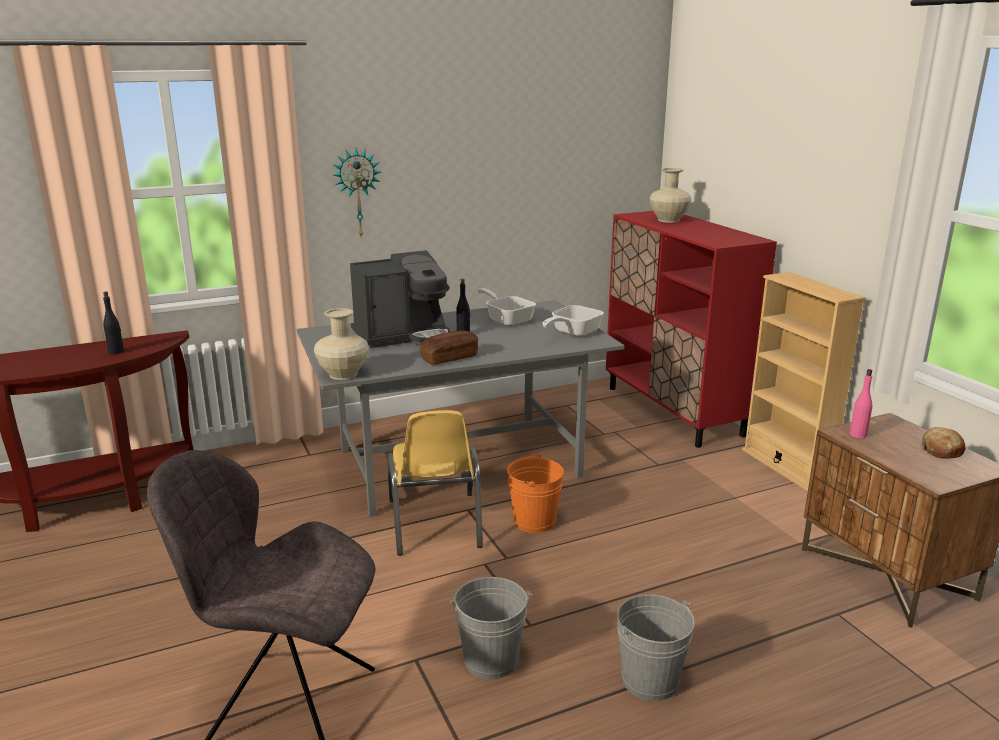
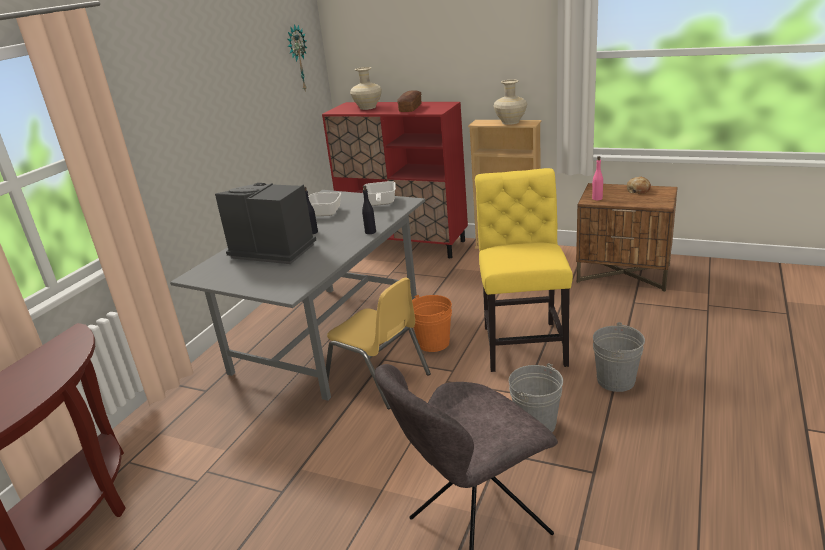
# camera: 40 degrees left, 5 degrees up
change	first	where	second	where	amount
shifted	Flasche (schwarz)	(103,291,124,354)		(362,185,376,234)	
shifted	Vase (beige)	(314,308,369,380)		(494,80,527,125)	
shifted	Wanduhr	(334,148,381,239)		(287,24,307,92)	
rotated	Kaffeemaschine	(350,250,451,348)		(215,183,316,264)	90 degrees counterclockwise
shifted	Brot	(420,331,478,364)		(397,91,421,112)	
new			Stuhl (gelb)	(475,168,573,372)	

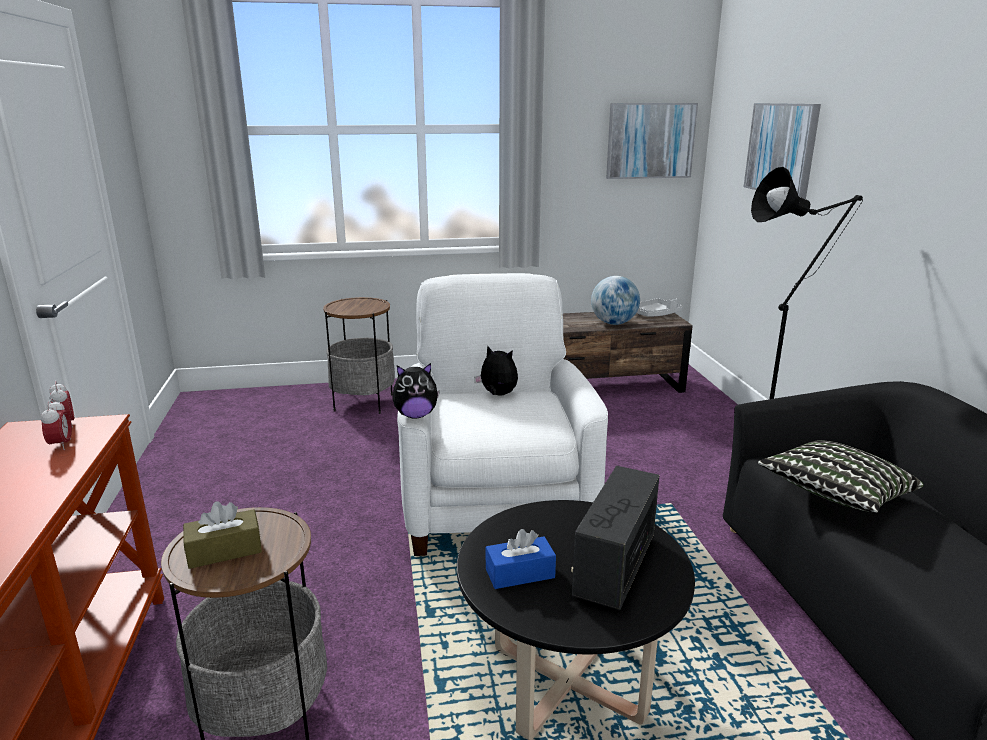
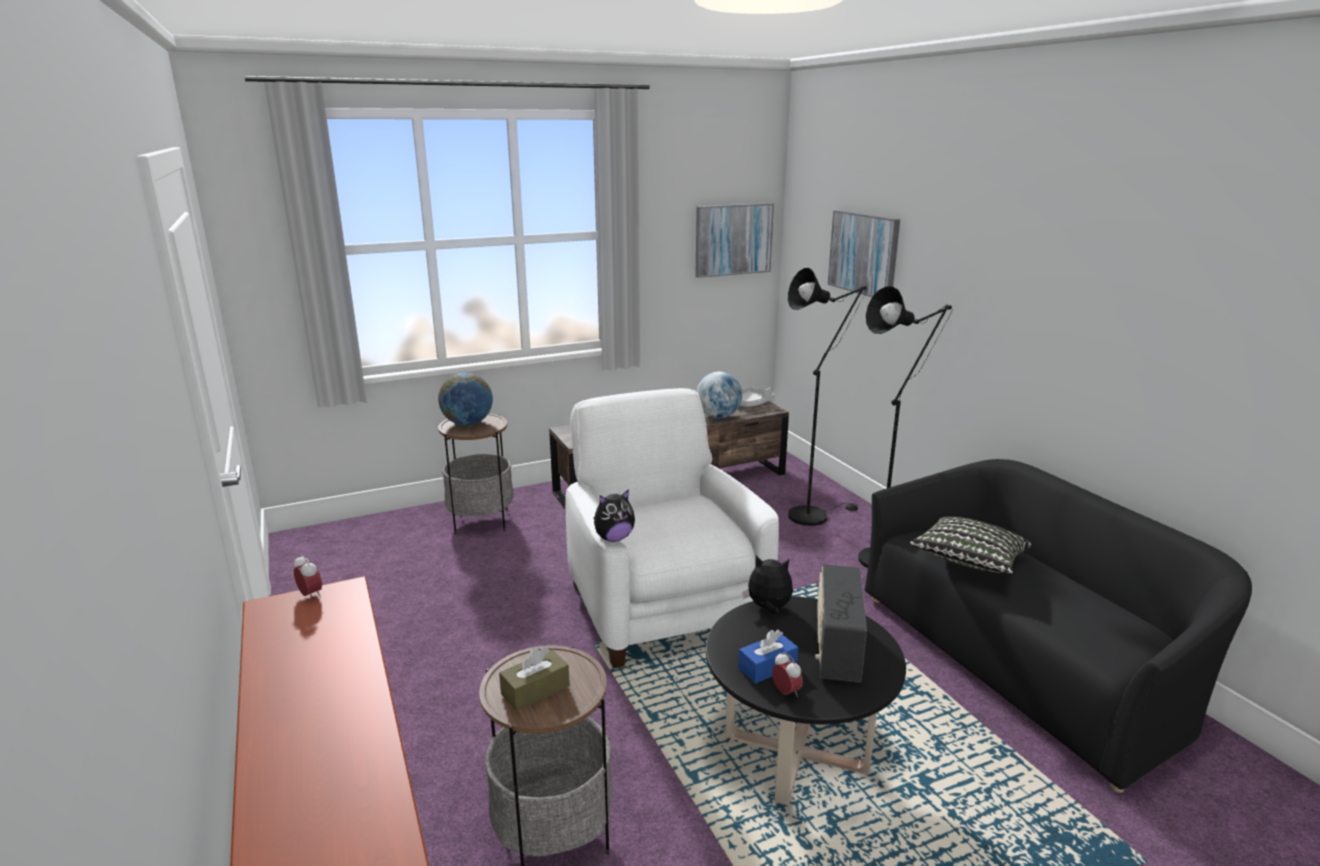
# camera: 15 degrees left, 0 degrees up
change	first	where	second	where	amount
shifted	Wecker	(41,399,72,450)		(772,652,803,698)	
shifted	Plüschtier	(474,345,518,395)		(742,555,793,614)	
new			Globus	(438,373,493,426)	
new			Stehlampe (schwarz)	(788,268,867,526)	

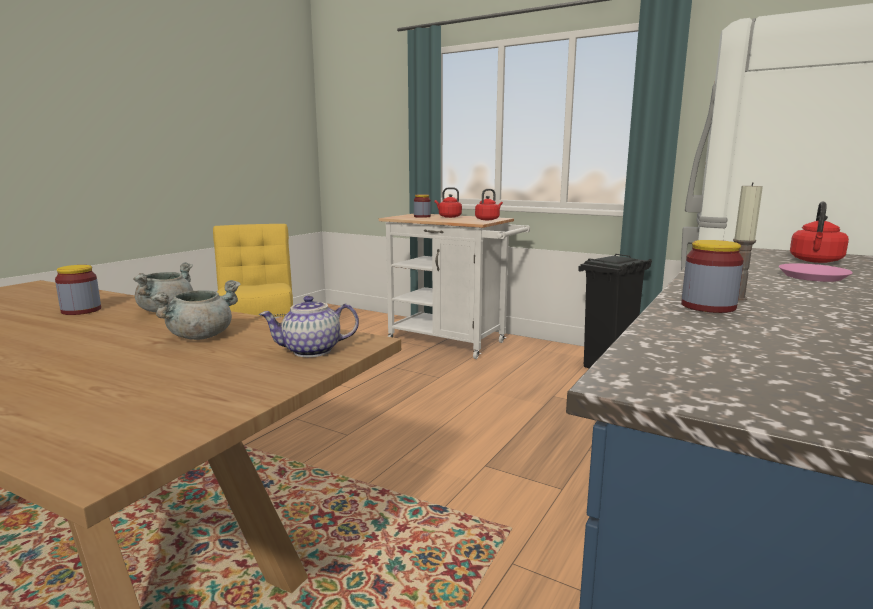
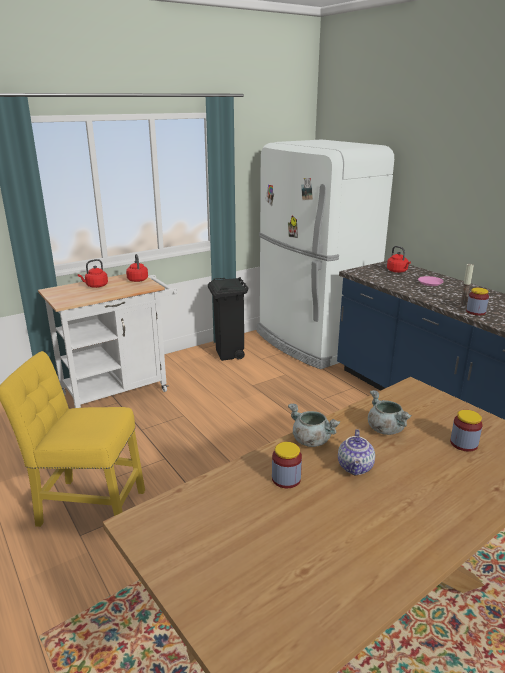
# camera: 65 degrees left, 10 degrees up
change	first	where	second	where	amount
shifted	Teekanne	(259,296,359,357)		(338,429,375,475)	
shifted	Vorratsglas	(414,194,431,218)		(450,410,483,452)	

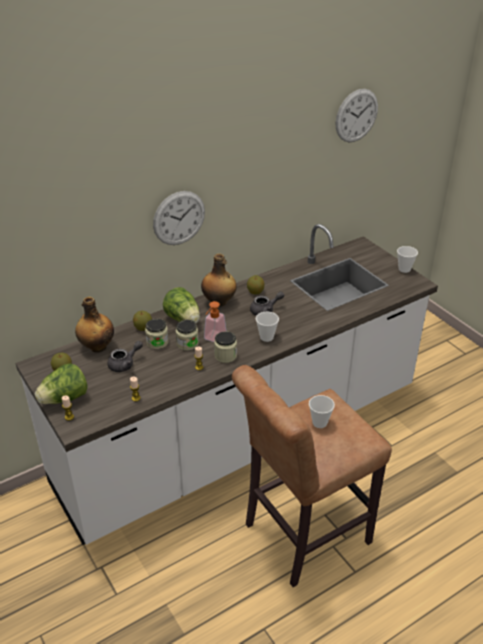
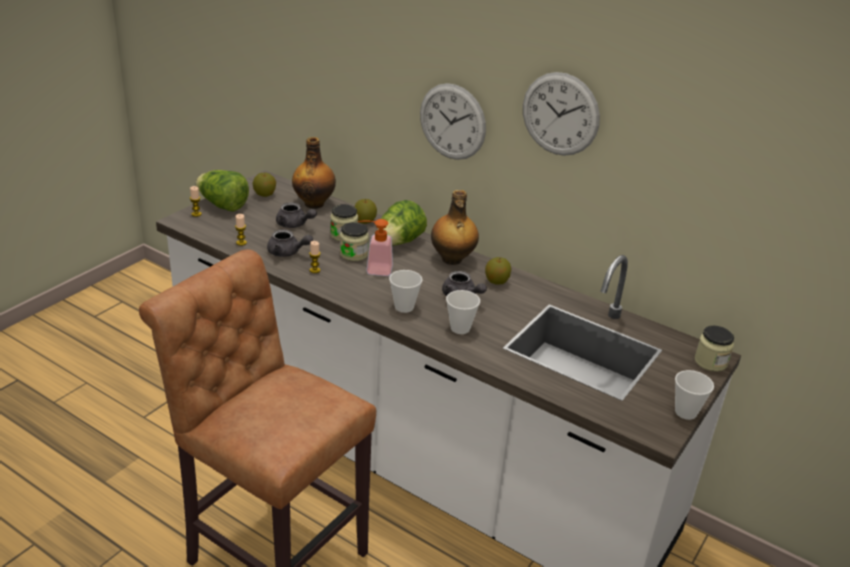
# camera: 65 degrees right, 5 degrees down
change	first	where	second	where	amount
shifted	Vorratsglas	(214,331,237,363)		(694,326,734,372)	
shifted	Tasse	(309,395,335,428)		(446,290,480,334)	
shifted	Wanduhr	(336,89,378,142)		(523,72,600,156)	
new			Teekanne (grau)	(267,229,313,257)	

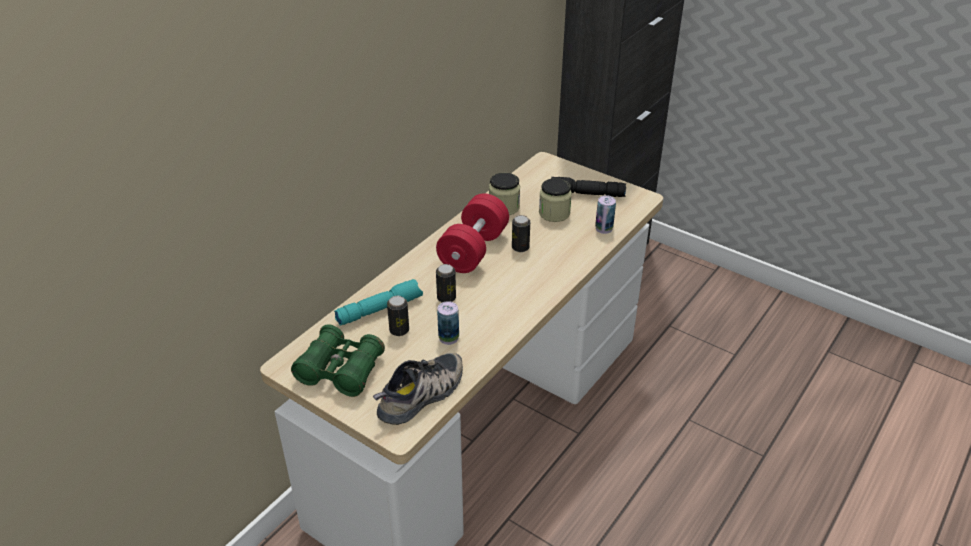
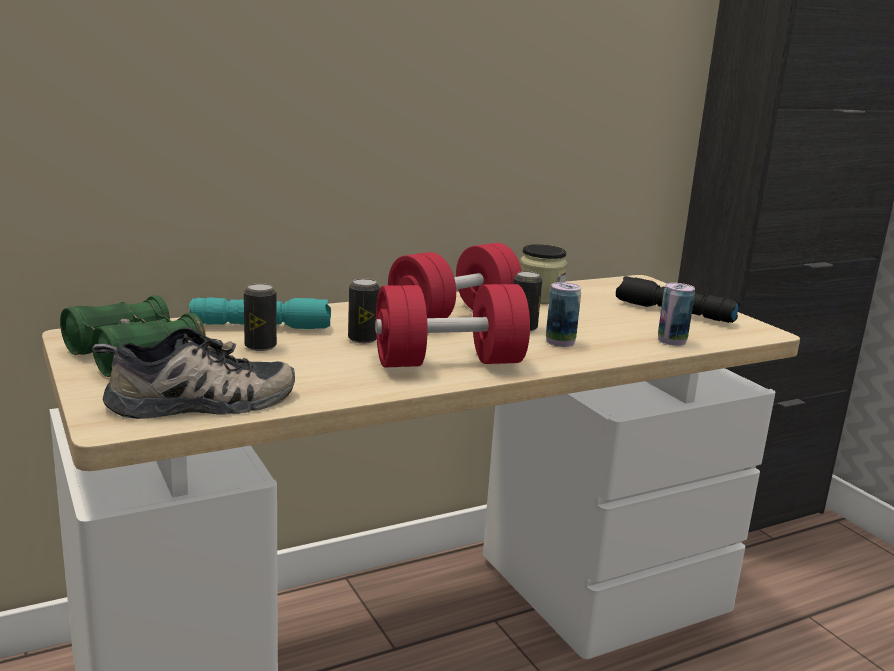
# camera: 25 degrees right, 20 degrees down
change	first	where	second	where	amount
shifted	Dose	(437,301,459,345)		(546,282,581,347)	
gone	Vorratsglas	(539,178,572,222)			
new			Hantel (rot)	(375,284,530,368)	

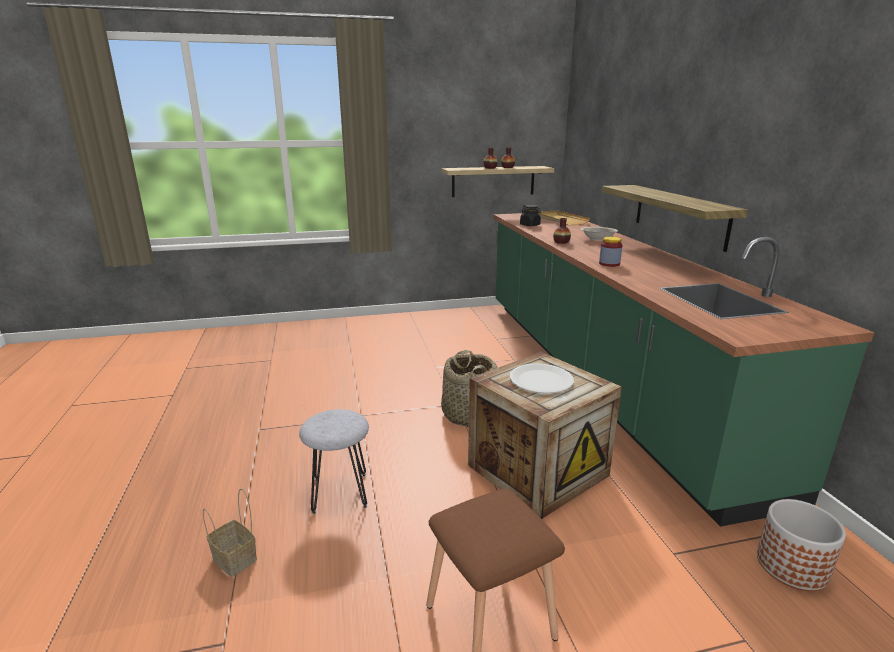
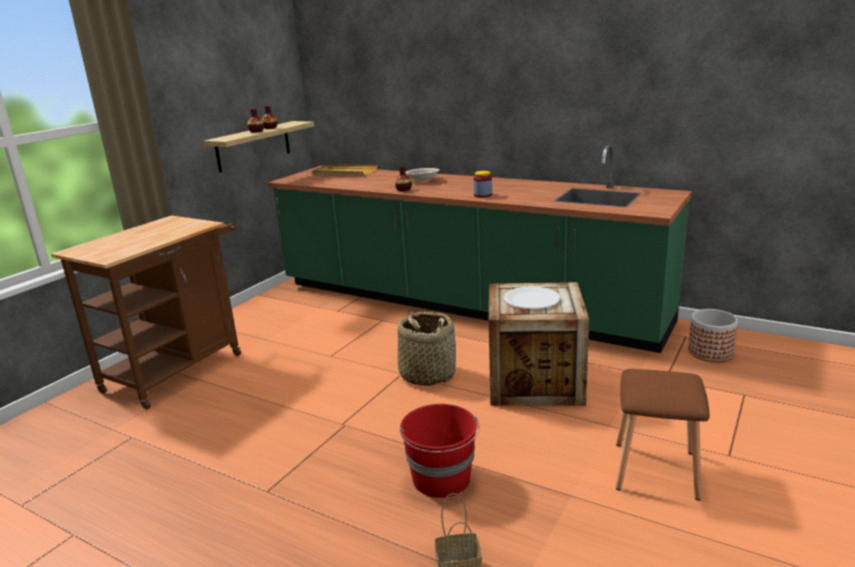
# camera: 45 degrees left, 0 degrees up
change	first	where	second	where	amount
swapped	Hocker (grau)	(299,409,369,514)	Eimer (rot)	(399,404,479,498)	
gone	Vorratsglas (schwarz)	(520,205,541,226)			
gone	Wandregal	(602,185,748,252)			
new			Rollwagen (braun)	(51,215,241,410)	

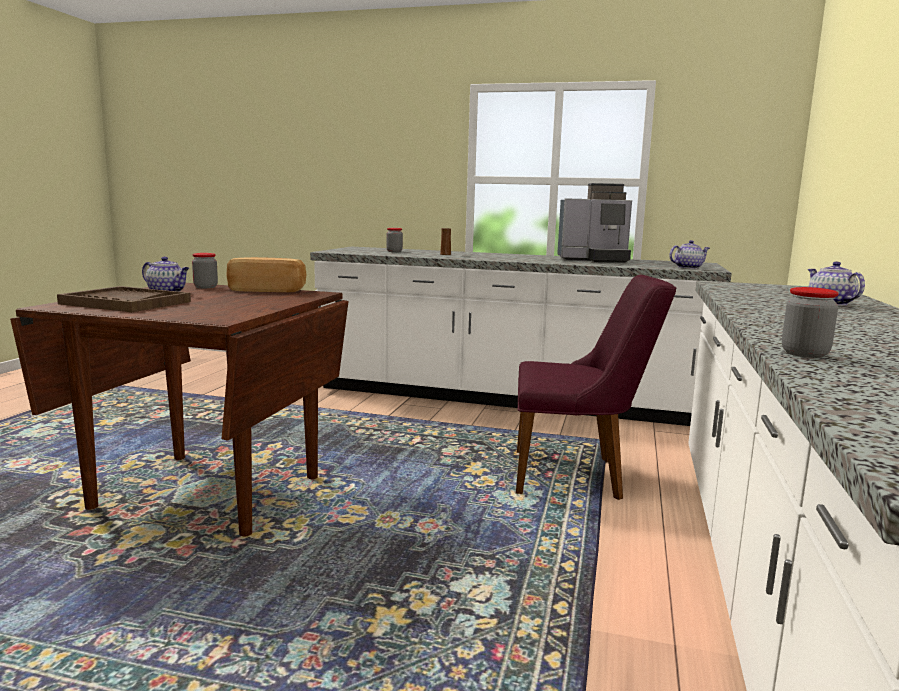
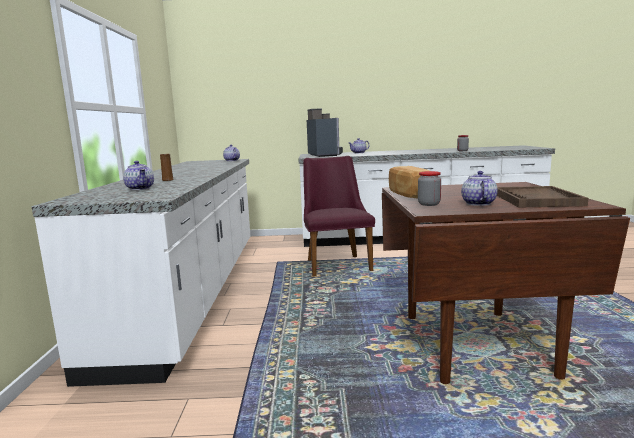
# camera: 105 degrees left, 0 degrees up
change	first	where	second	where	amount
swapped	Vorratsglas	(386,228,403,252)	Teekanne	(123,161,154,190)	
shifted	Kaffeemaschine	(557,183,632,263)		(307,108,343,157)	

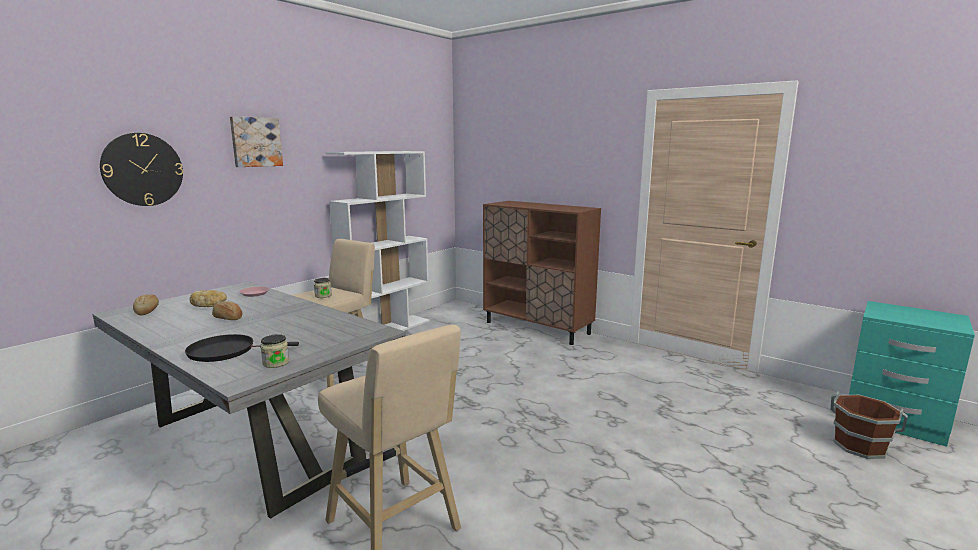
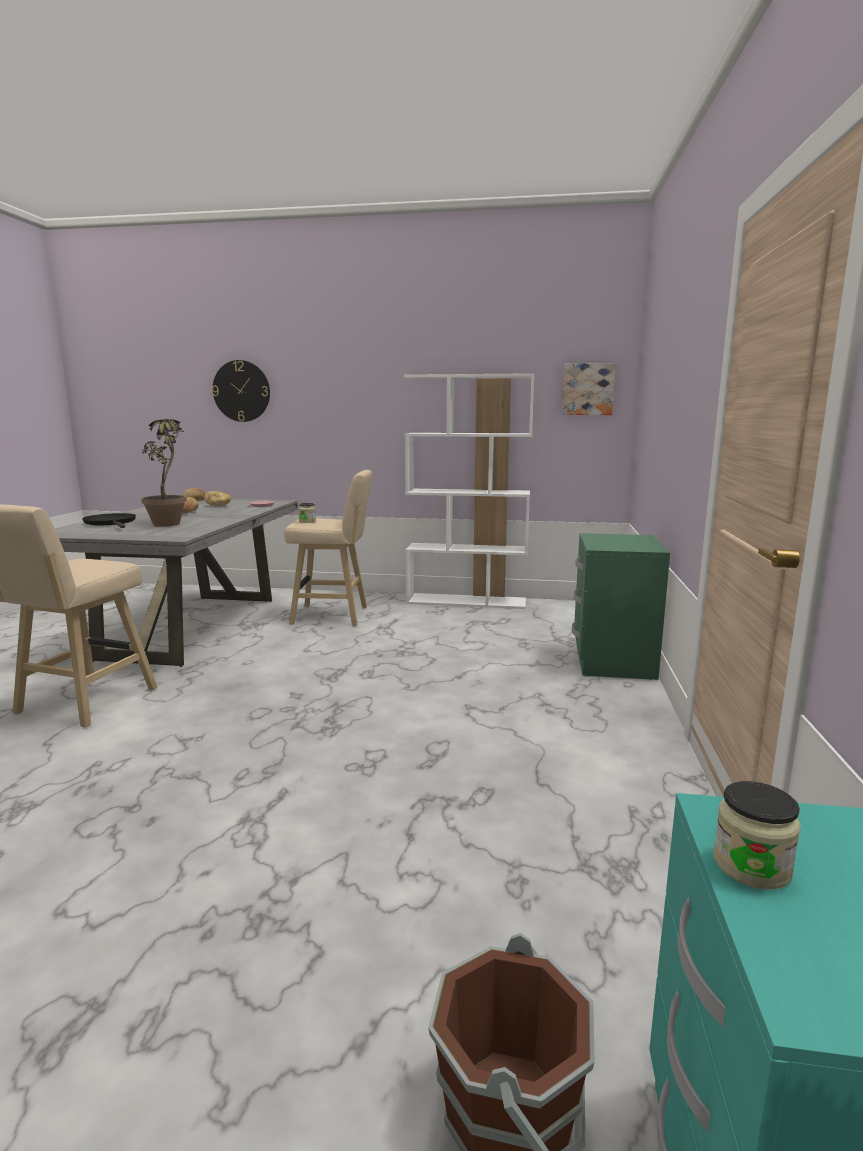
# camera: 60 degrees right, 0 degrees up
change	first	where	second	where	amount
shifted	Bild	(230,116,283,167)		(562,363,616,415)	
shifted	Vorratsglas	(260,334,289,368)		(713,781,801,889)	
swapped	Schrank (braun)	(483,201,601,345)	Nachttisch (grün)	(572,533,670,680)	
new			Topfpflanze	(141,419,187,527)	

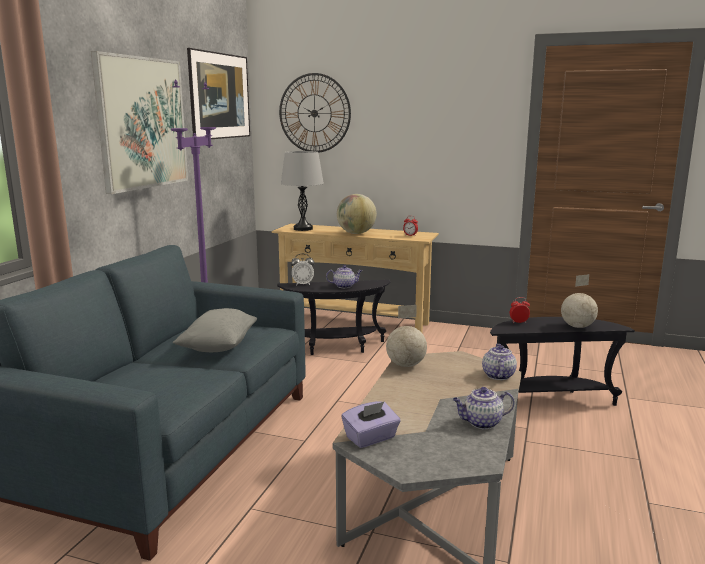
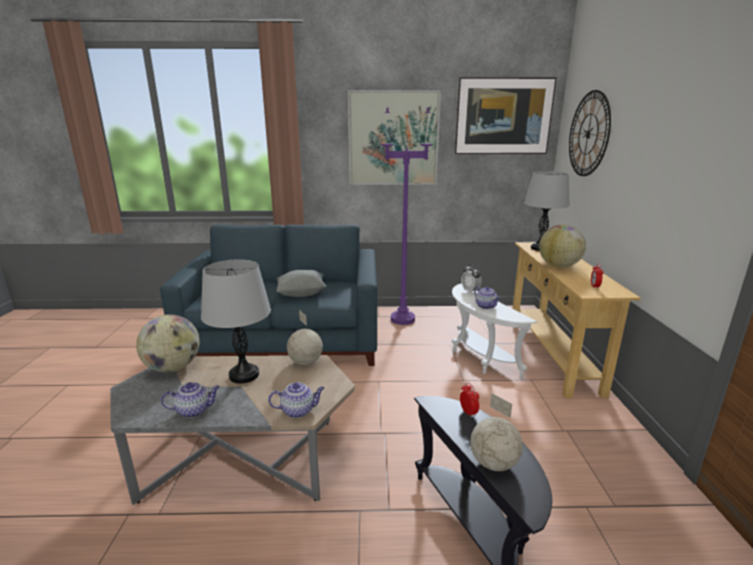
# camera: 70 degrees right, 5 degrees up
change	first	where	second	where	amount
repainted	Beistelltisch (schwarz)	(277,280,391,355)	Beistelltisch (weiß)	(452,284,537,379)	
swapped	Taschentuchbox (lila)	(341,401,400,448)	Globus	(136,315,200,372)	
rotated	Teekanne	(452,387,514,429)		(161,382,220,418)	105 degrees clockwise
new			Tischlampe (grau)	(201,259,271,384)	

